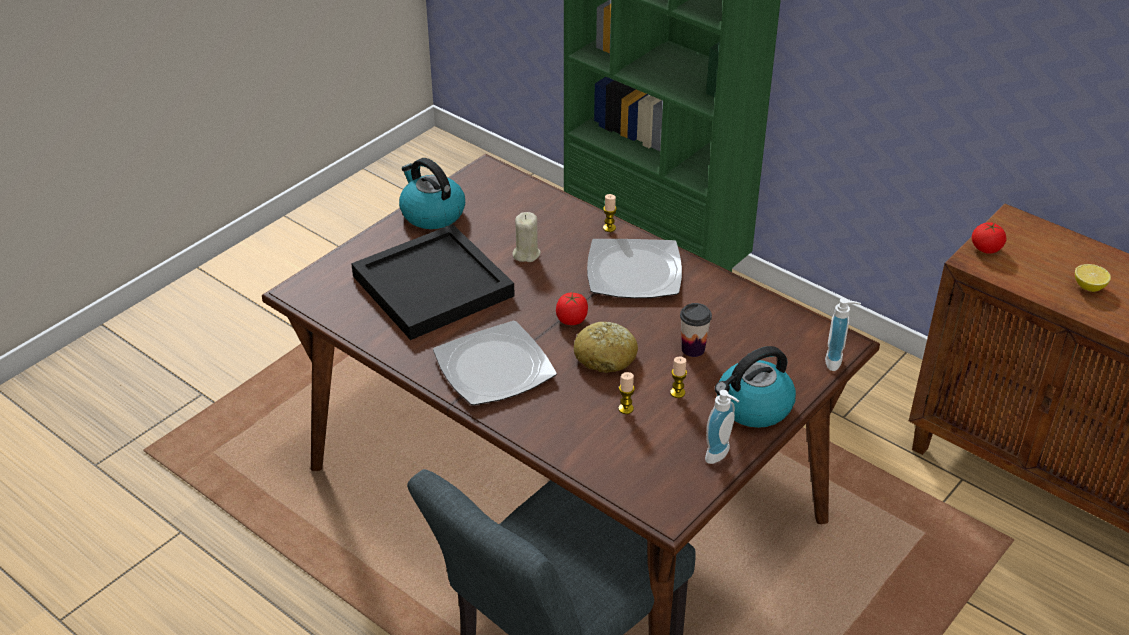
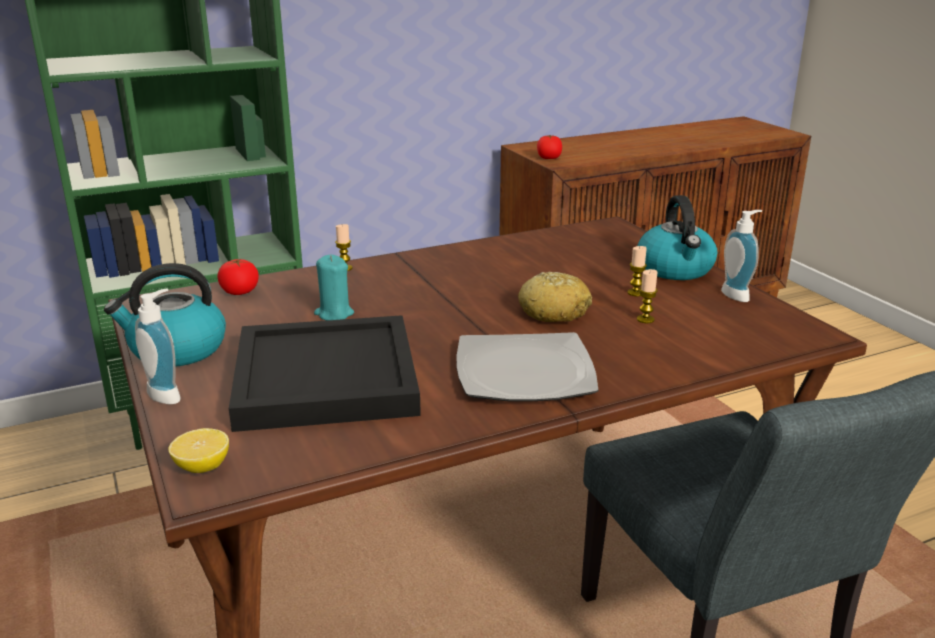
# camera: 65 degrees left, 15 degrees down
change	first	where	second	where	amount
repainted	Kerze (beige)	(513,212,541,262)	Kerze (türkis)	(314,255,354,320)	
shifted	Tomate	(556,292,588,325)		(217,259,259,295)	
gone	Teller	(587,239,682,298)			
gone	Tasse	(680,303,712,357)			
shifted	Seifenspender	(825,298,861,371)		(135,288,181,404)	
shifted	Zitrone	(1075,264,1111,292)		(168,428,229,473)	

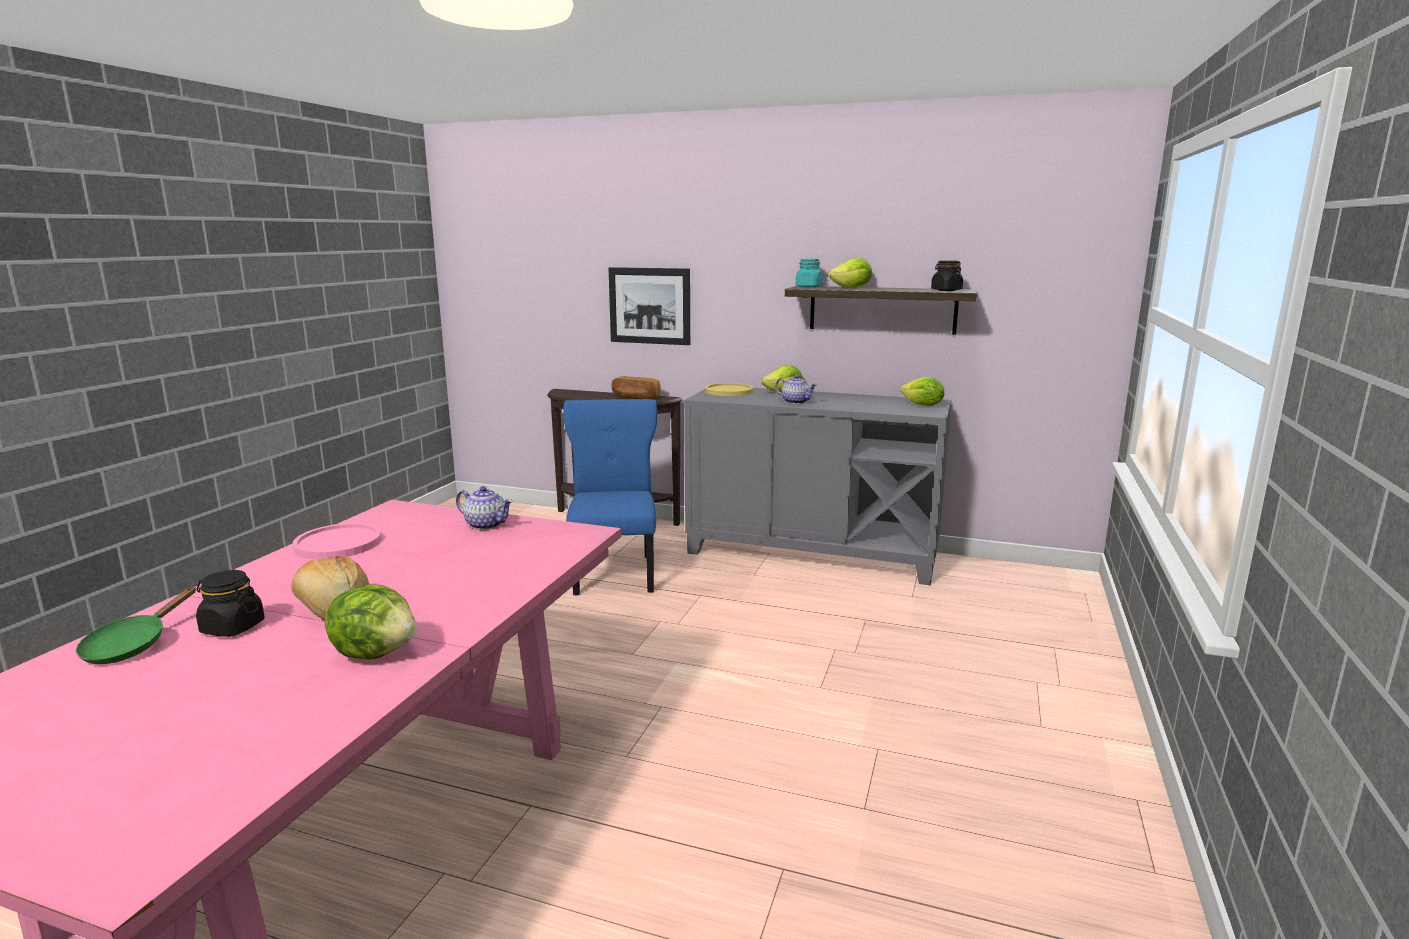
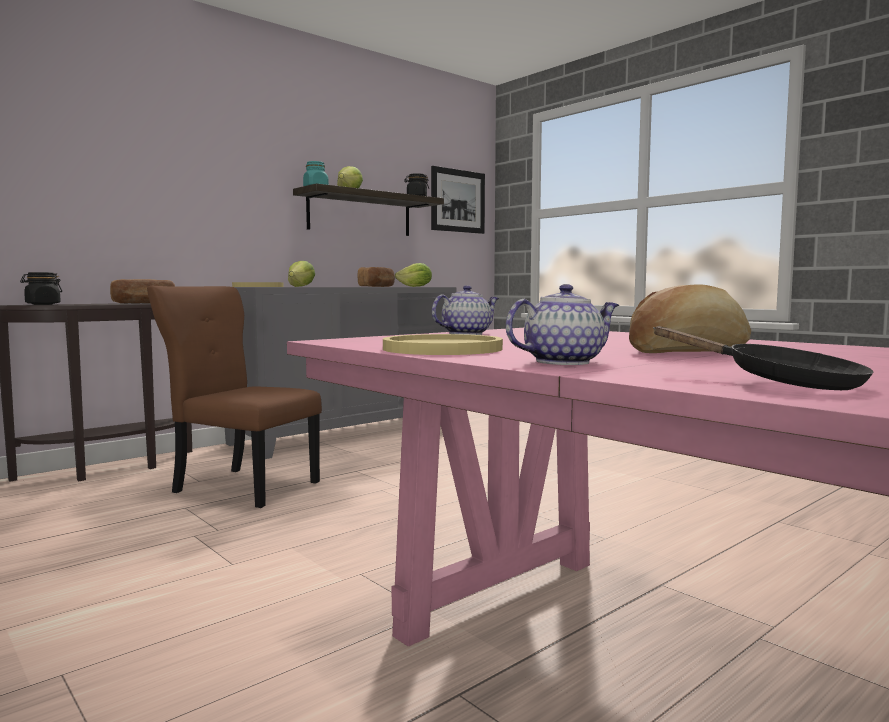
# camera: 60 degrees left, 10 degrees down
change	first	where	second	where	amount
repainted	Pfanne (grün)	(76,587,196,664)	Pfanne (schwarz)	(653,326,873,390)	
shifted	Vorratsglas (schwarz)	(196,570,264,637)		(20,272,62,305)	
repainted	Teller (rosa)	(293,523,382,559)	Teller (gelb)	(383,334,503,355)	
gone	Salatkopf	(325,584,417,660)			
repainted	Stuhl (blau)	(563,399,657,595)	Stuhl (braun)	(147,286,322,508)	
shifted	Bild	(609,267,690,345)		(431,166,485,234)	
shifted	Teekanne	(775,375,817,404)		(506,284,619,365)	
new			Brot	(358,267,395,287)	

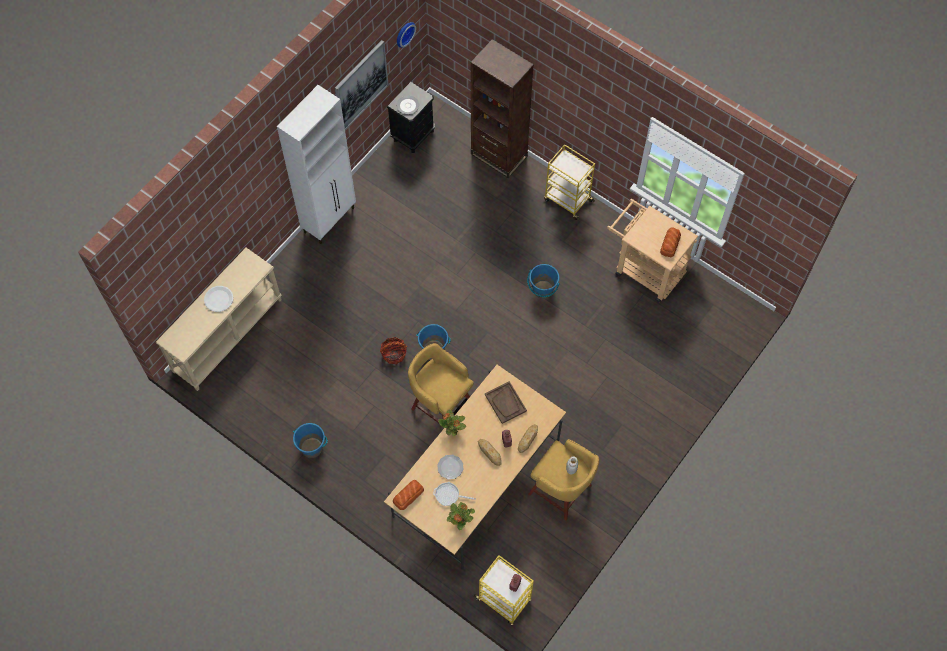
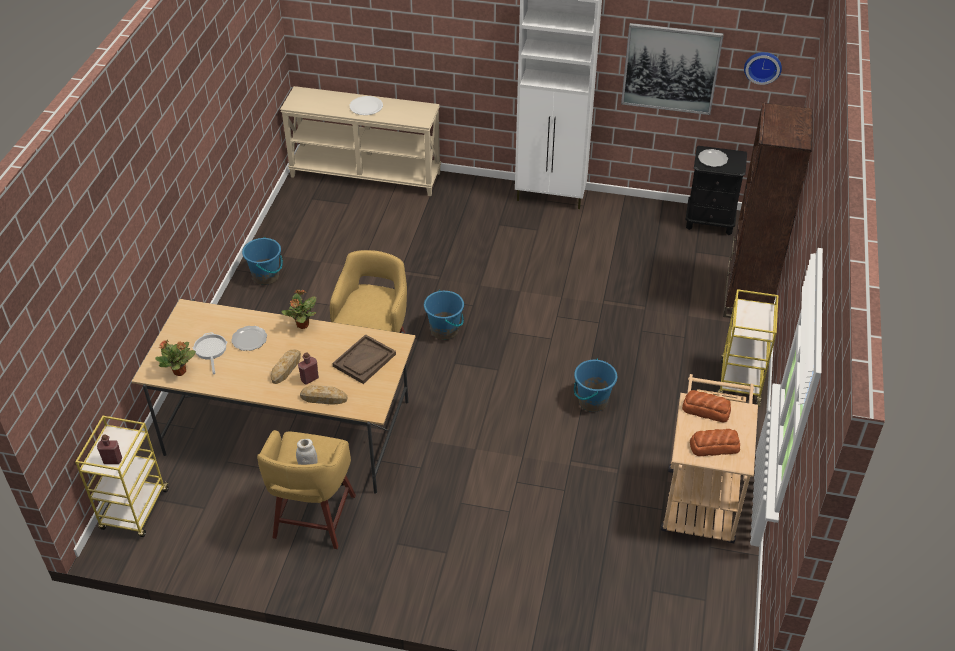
# camera: 65 degrees right, 20 degrees down
change	first	where	second	where	amount
gone	Korb	(380,337,407,364)			
shifted	Brot	(393,480,424,510)		(682,390,731,422)	

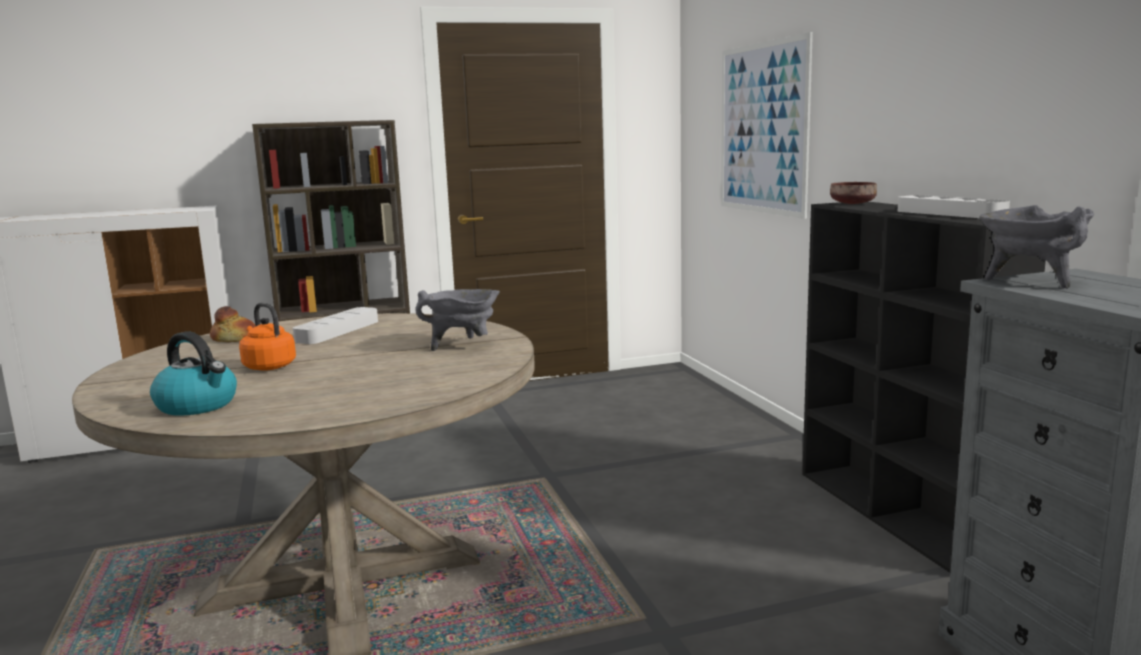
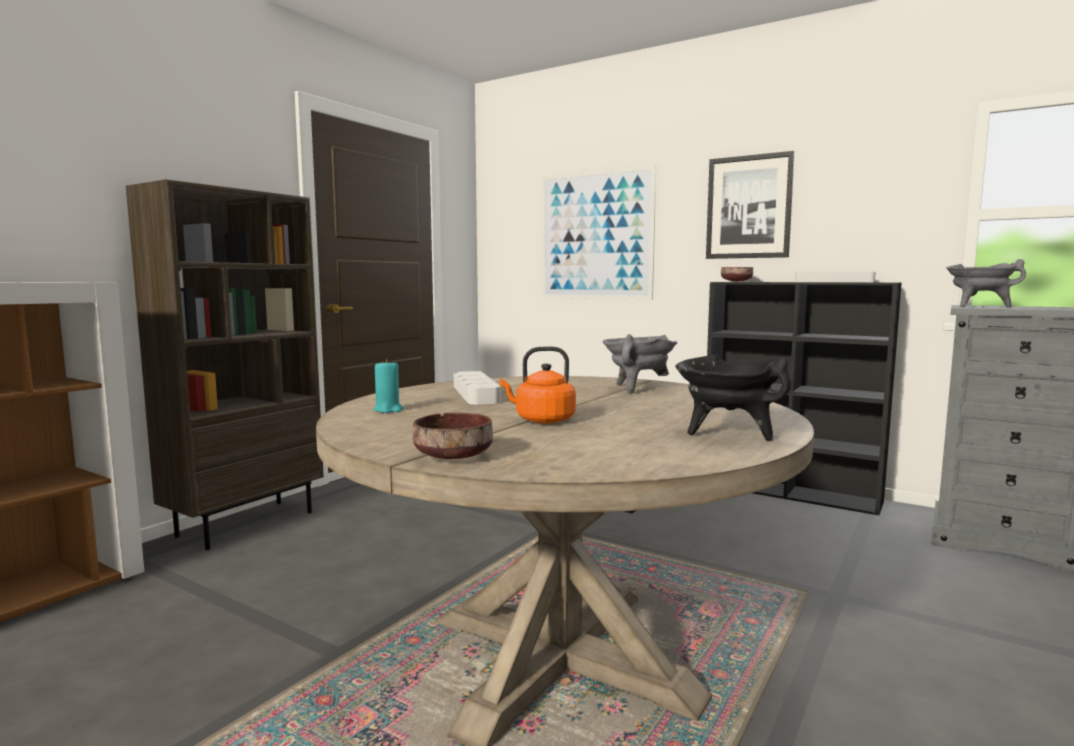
# camera: 40 degrees left, 5 degrees down
change	first	where	second	where	amount
gone	Wasserkessel	(150,331,237,416)			
swapped	Brot	(210,306,256,342)	Kerze (türkis)	(373,359,403,413)	
new			Schüssel (braun)	(413,413,493,459)	
new			Kochtopf (schwarz)	(676,354,791,441)	
new			Bild	(706,151,795,259)	

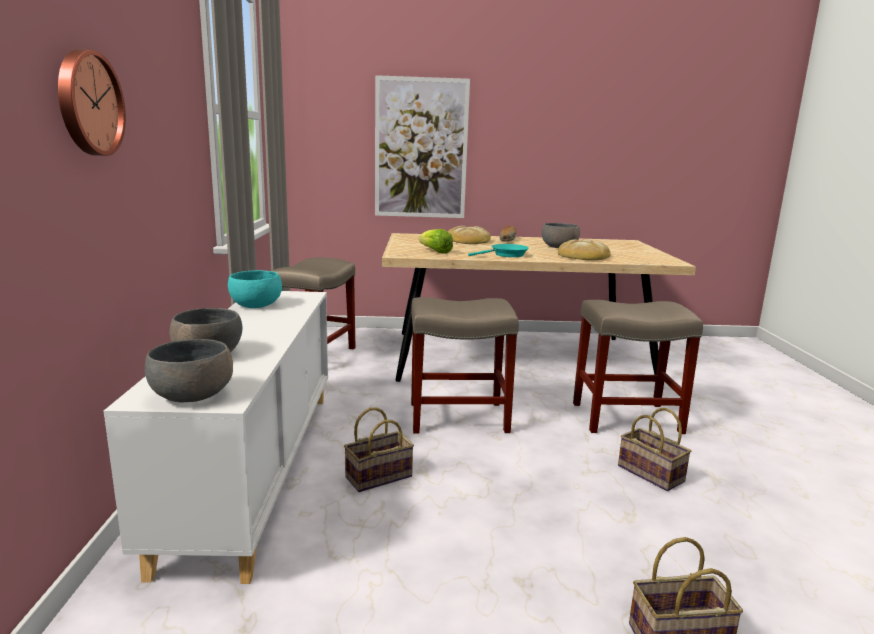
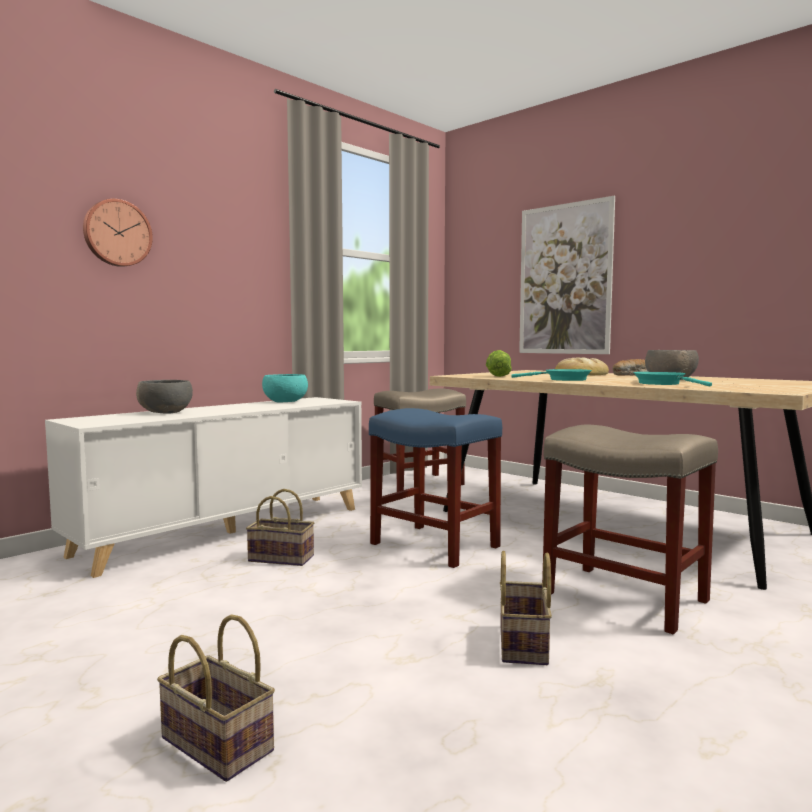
# camera: 45 degrees right, 10 degrees down
change	first	where	second	where	amount
gone	Schüssel (grau)	(145,339,233,402)			
repainted	Hocker (beige)	(411,297,519,434)	Hocker (blau)	(369,408,502,568)	
swapped	Brot	(558,239,611,260)	Pfanne (türkis)	(633,372,712,387)	

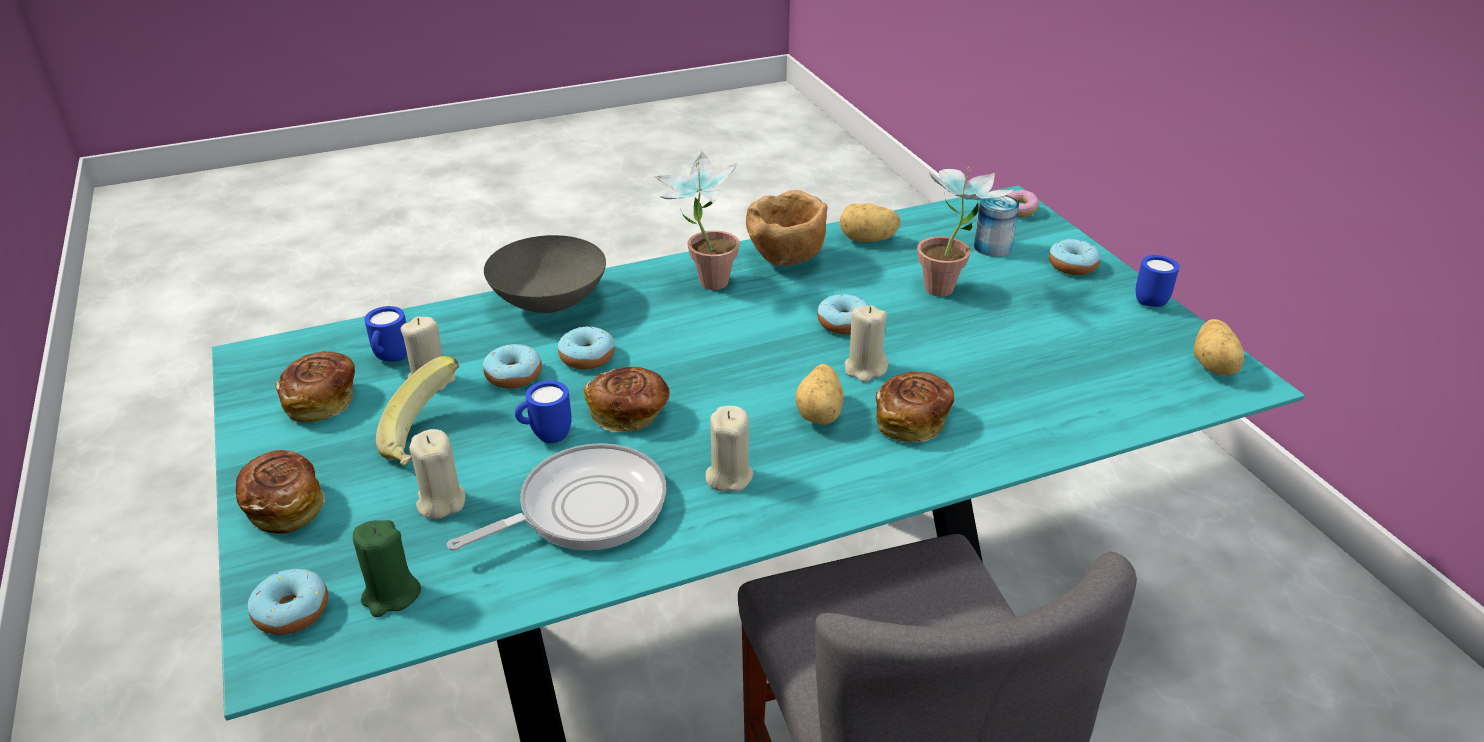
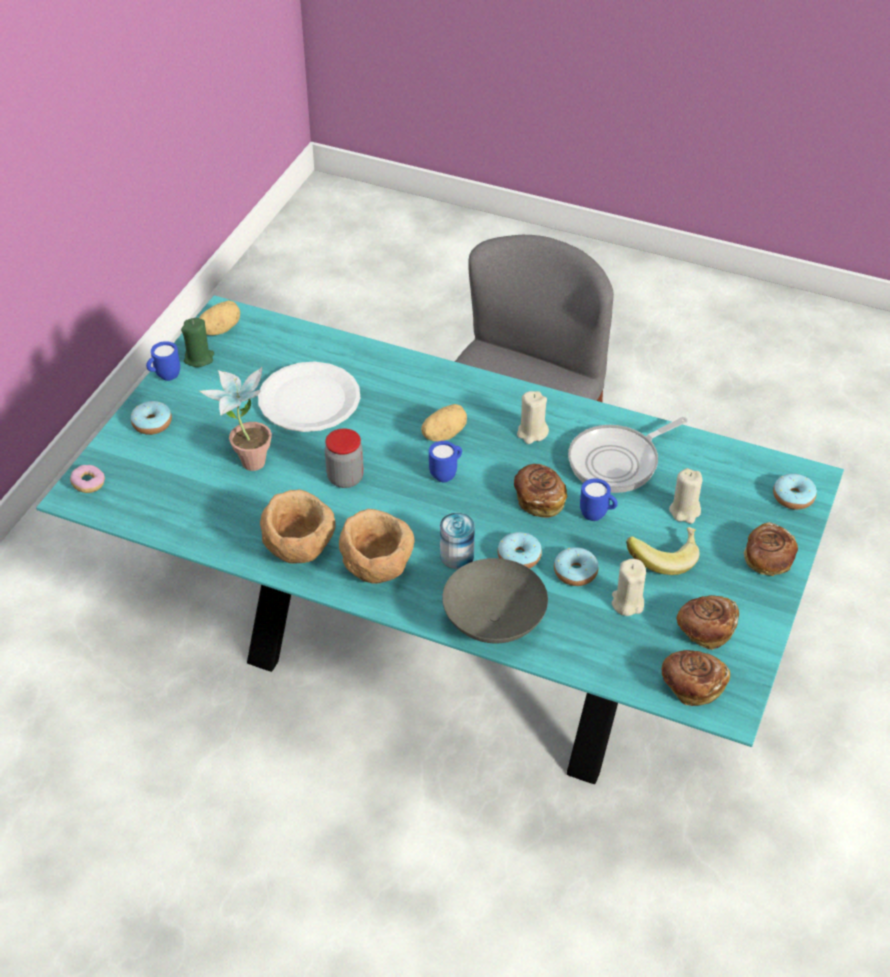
# camera: 135 degrees left, 10 degrees up
change	first	where	second	where	amount
shifted	Kerze (grün)	(353,520,421,617)		(181,318,214,367)	
shifted	Henkelbecher (blau)	(364,306,407,362)		(429,441,462,483)	
rotated	Pfanne	(447,443,666,551)		(568,417,688,493)	45 degrees counterclockwise
swapped	Topfpflanze	(653,151,740,290)	Schüssel (braun)	(339,509,415,584)	
swapped	Donut	(817,294,869,334)	Vorratsglas	(325,429,364,488)	
gone	Kartoffel	(839,203,900,242)			
gone	Kerze (beige)	(845,306,888,382)			
shifted	Brot	(876,372,954,442)		(661,650,730,706)	
shifted	Dose	(974,196,1019,257)		(440,513,475,569)	
new			Teller (weiß)	(258,362,360,432)	

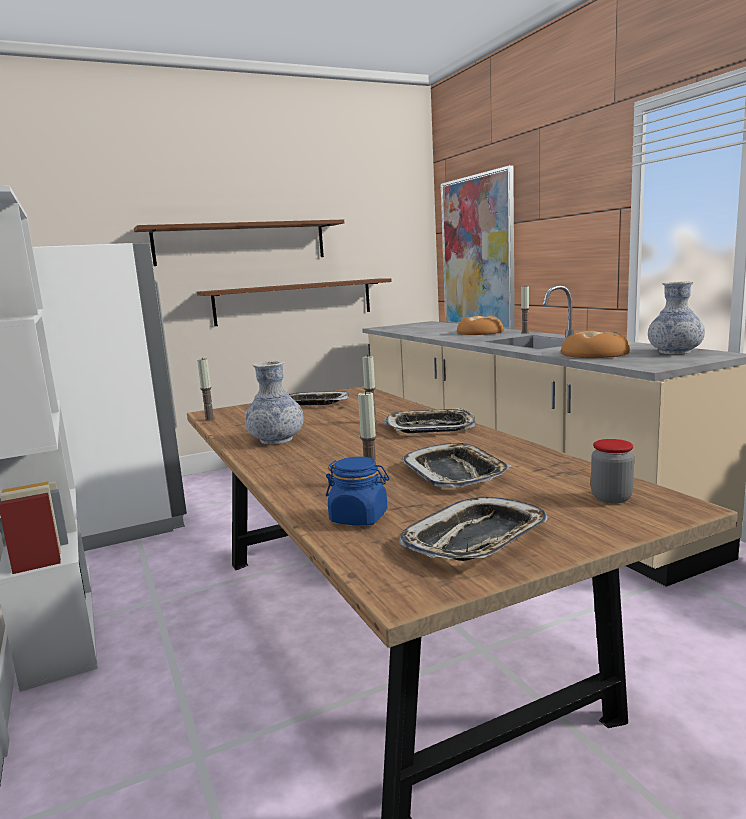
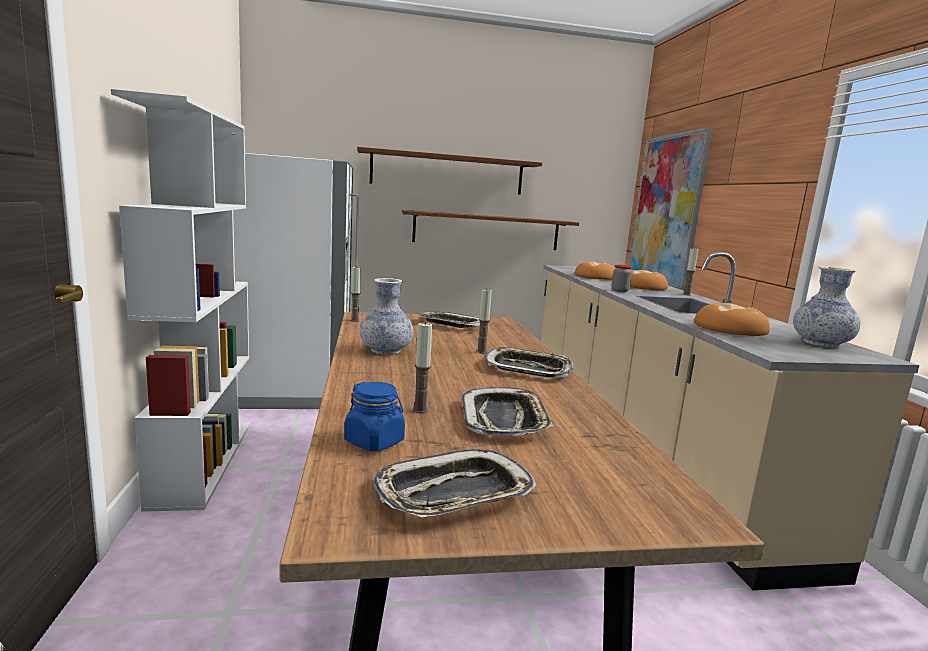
# camera: 15 degrees right, 0 degrees up
change	first	where	second	where	amount
shifted	Vorratsglas	(591,439,634,504)		(611,265,632,292)	
new			Brot	(575,261,615,280)	

